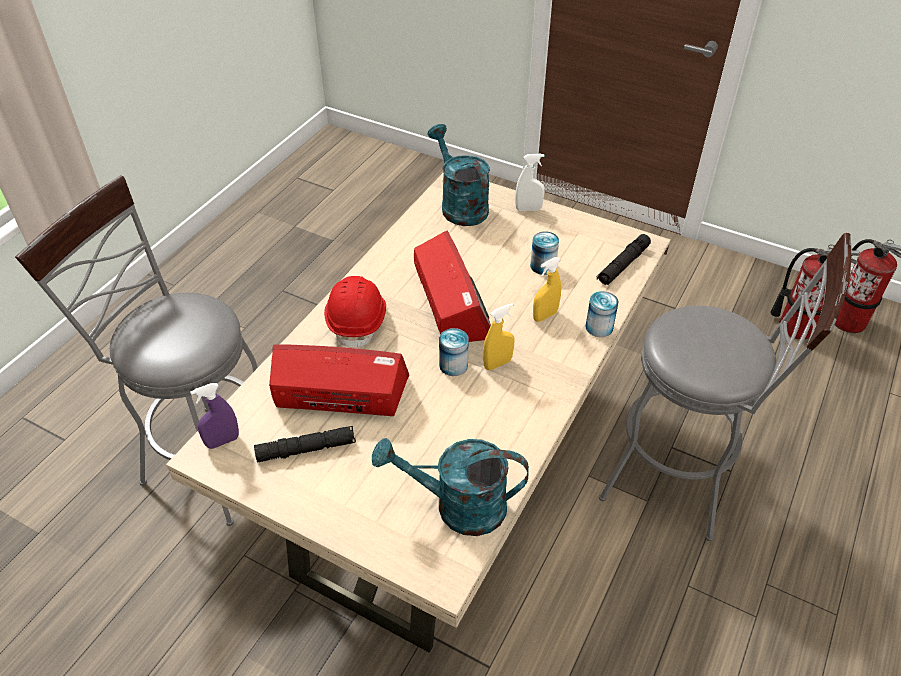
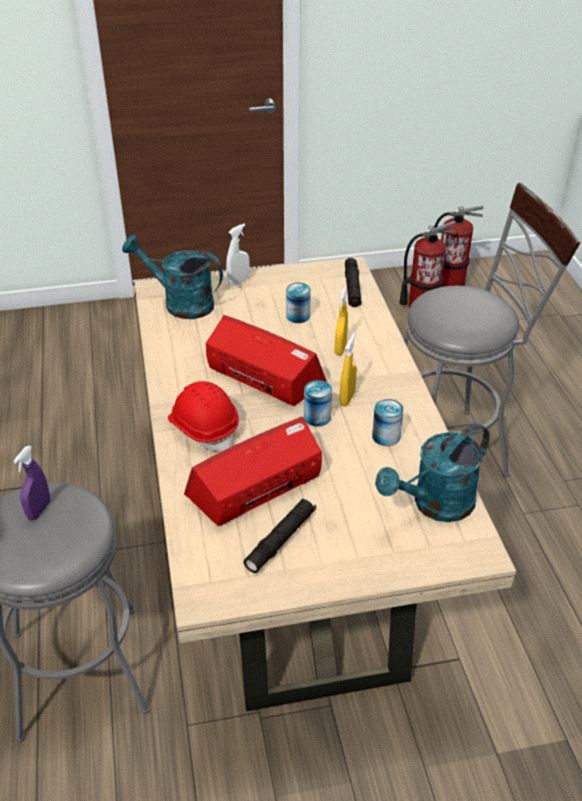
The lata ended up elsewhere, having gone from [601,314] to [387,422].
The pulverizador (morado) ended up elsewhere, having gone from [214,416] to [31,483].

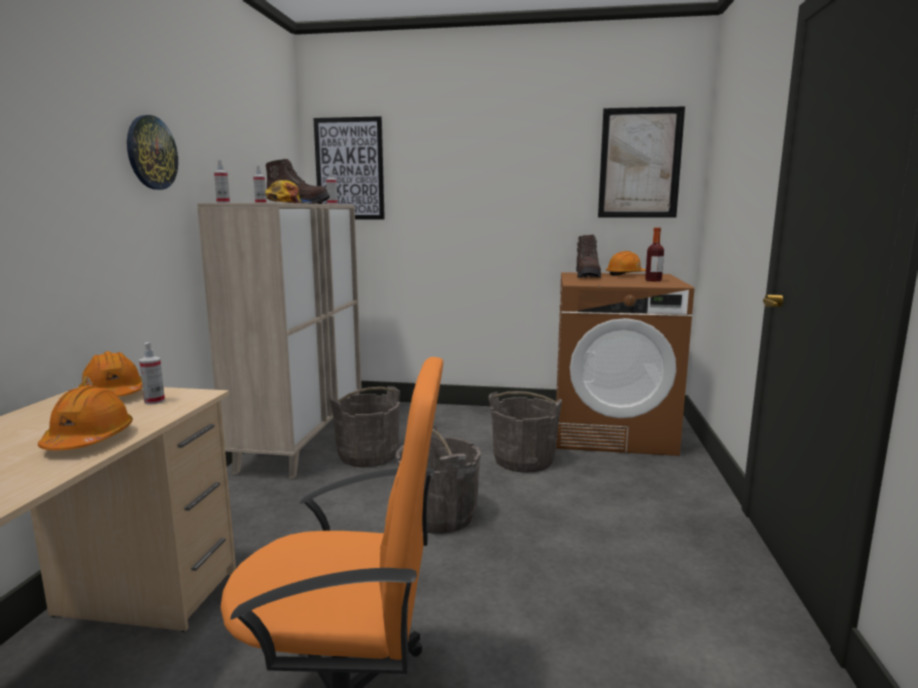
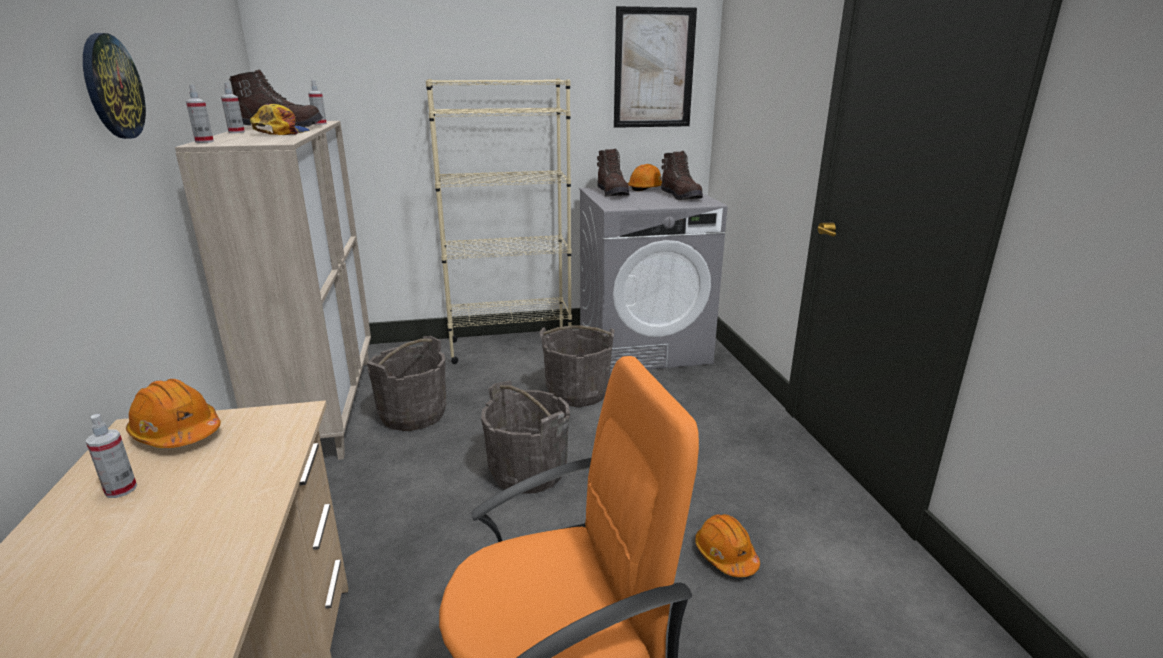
The second view lost the cuadro at [349,167].
Where the botella stood at [654,255], the bota (marrón) came to stand at [682,175].
What was the lavadora (marrón) at [625,364] turned into the lavadora (gris) at [653,279].
The pulverizador ended up elsewhere, having gone from [152,373] to [111,456].
The casco (naranja) ended up elsewhere, having gone from [85,418] to [727,545].
The second view gained the estantería (beis) at [499,221].

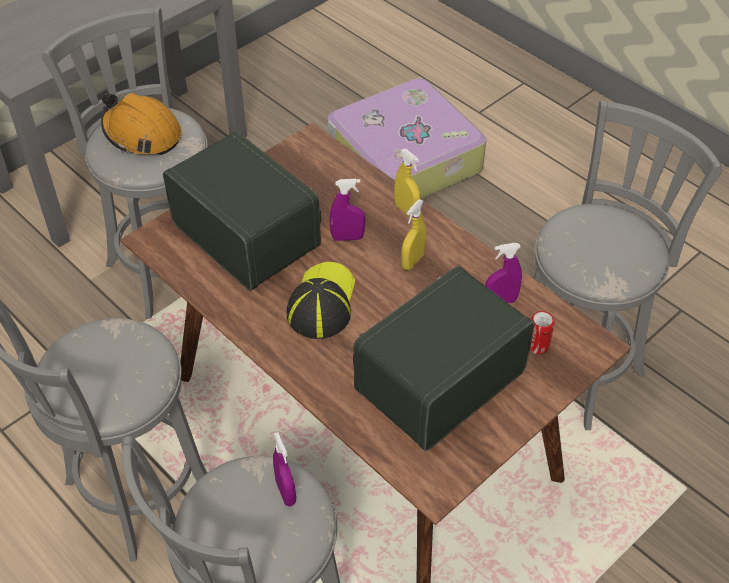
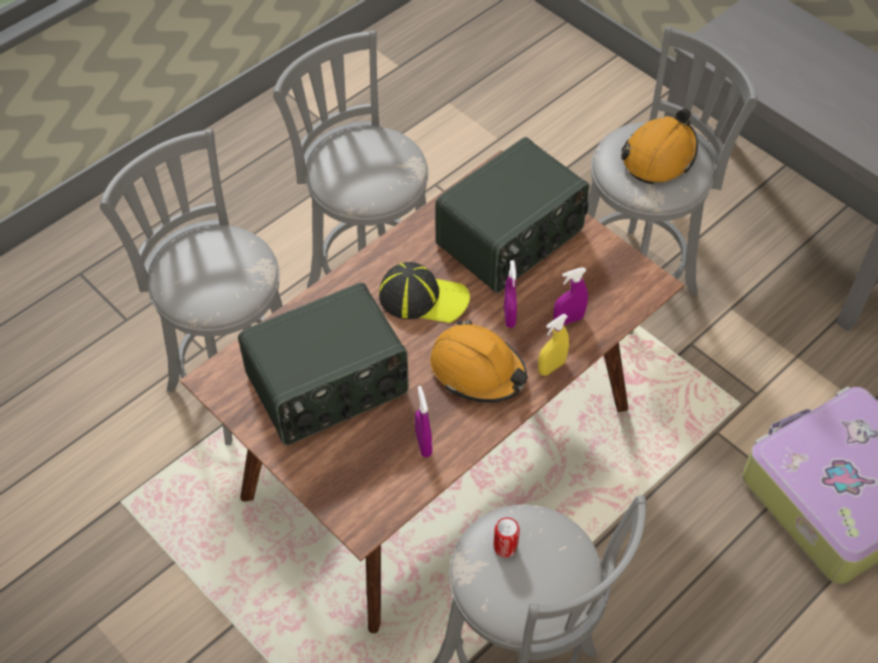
Where the pulverizador (amarillo) stood at [413,234], the casco (naranja) came to stand at [479,361].
The radio at [443,358] ended up facing another way, 105 degrees clockwise from before.
The lata ended up elsewhere, having gone from [542,332] to [506,537].
The pulverizador (morado) ended up elsewhere, having gone from [284,469] to [570,296].

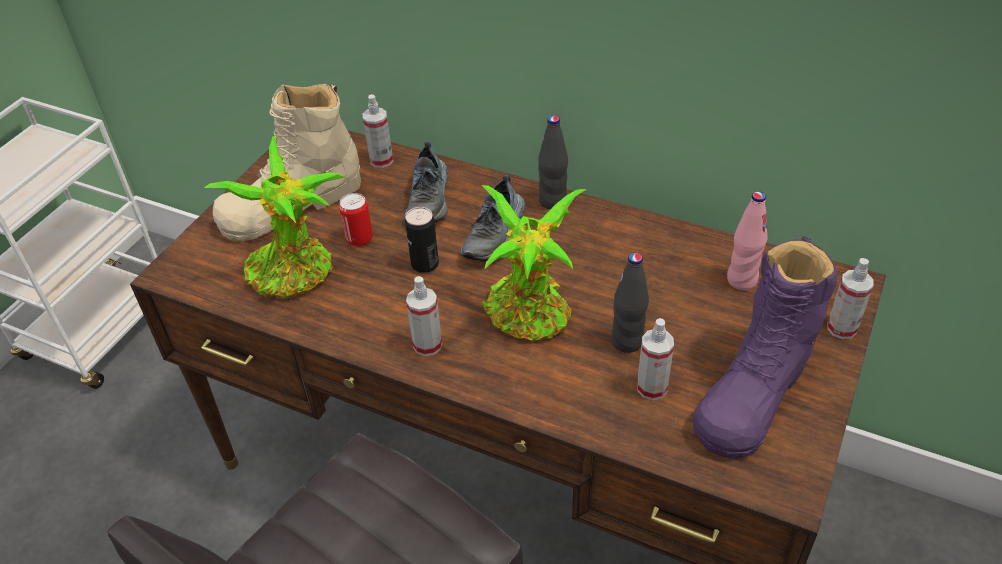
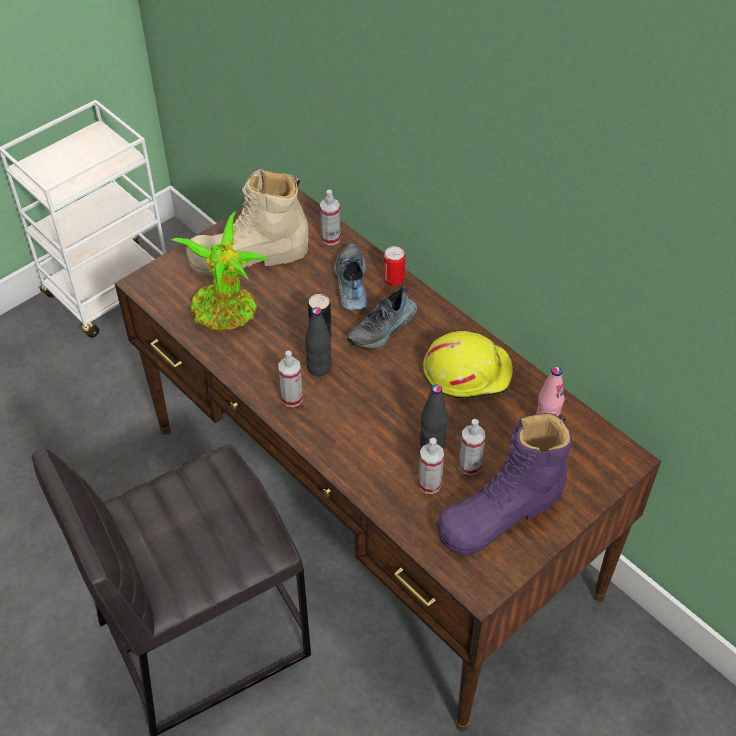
The botella (negro) ended up elsewhere, having gone from [553,162] to [318,341].
The zapato at [426,182] ended up facing another way, 150 degrees clockwise from before.
The second view lost the planta en maceta at [534,263].
The lata ended up elsewhere, having gone from [356,220] to [394,266].
The pulverizador ended up elsewhere, having gone from [850,298] to [472,447].
The second view gained the casco (amarillo) at [468,365].

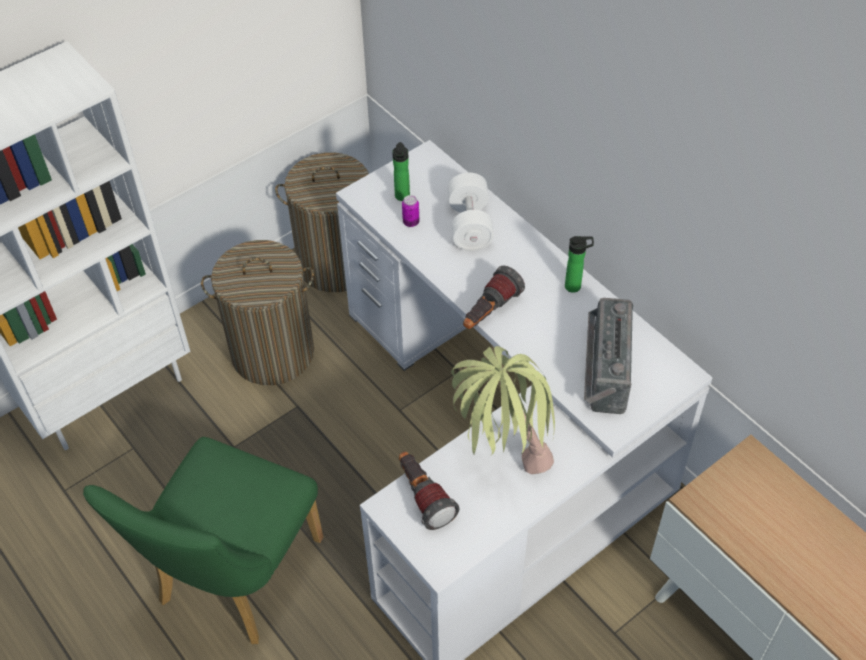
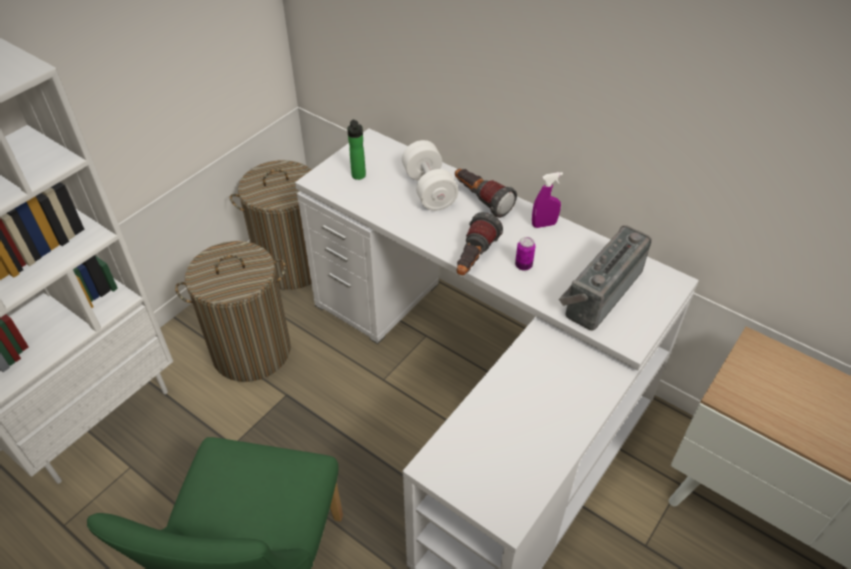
The lata ended up elsewhere, having gone from [410,211] to [525,254].
Where the botella stood at [579,264], the pulverizador (morado) came to stand at [547,200].
The radio at [608,356] ended up facing another way, 45 degrees clockwise from before.
The second view lost the planta en maceta at [503,410].
The linterna ended up elsewhere, having gone from [429,490] to [486,193].

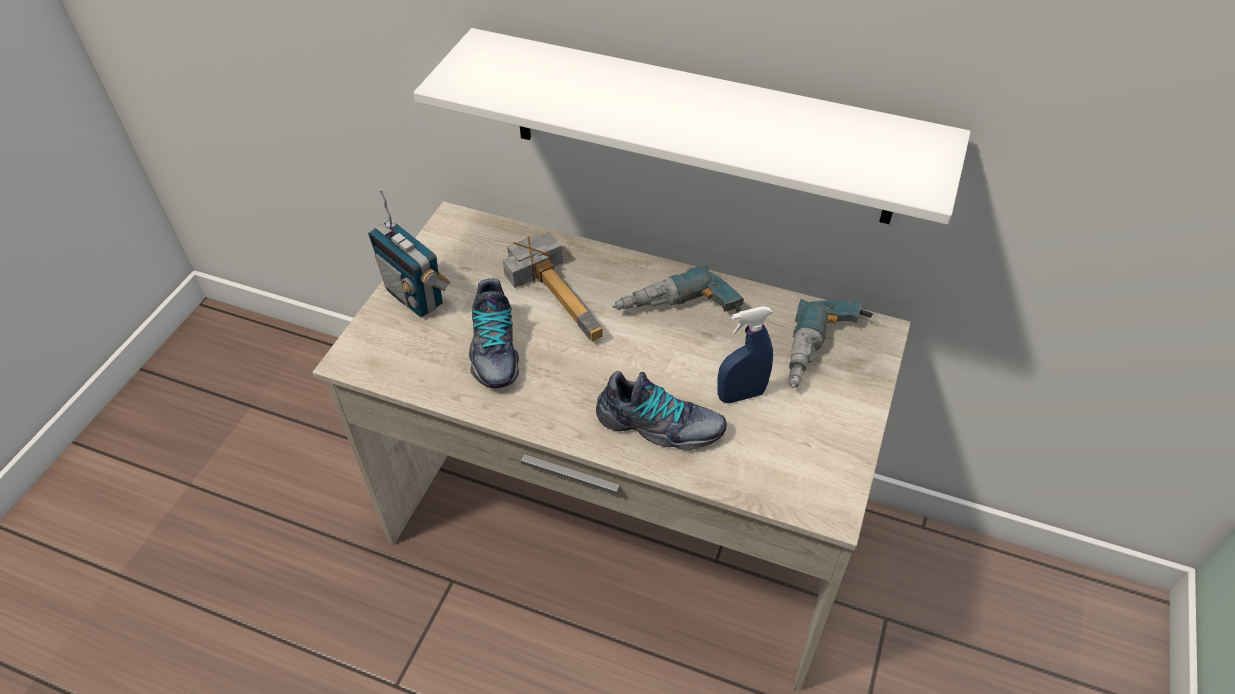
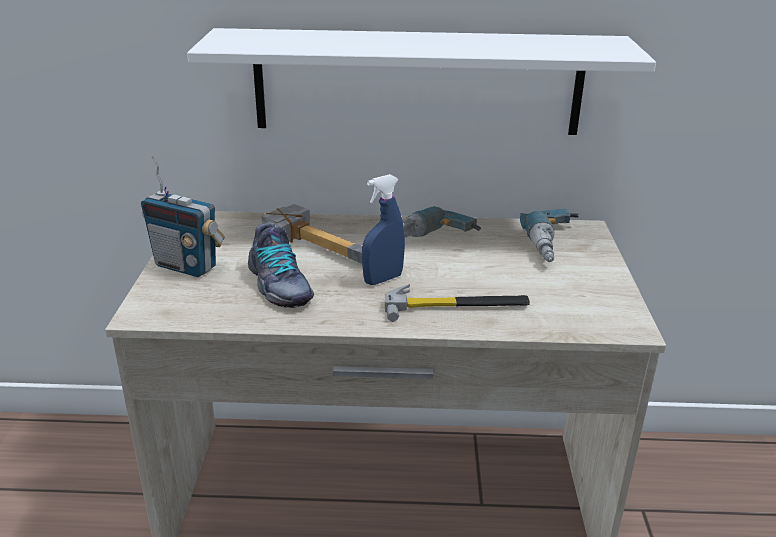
The pulverizador (azul) ended up elsewhere, having gone from [745,354] to [383,229].
Where the zapato stood at [661,410], the martillo came to stand at [457,303].

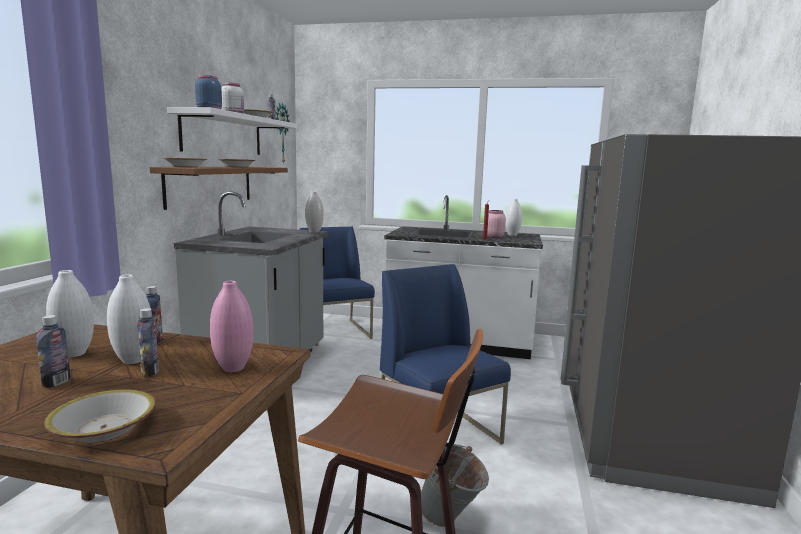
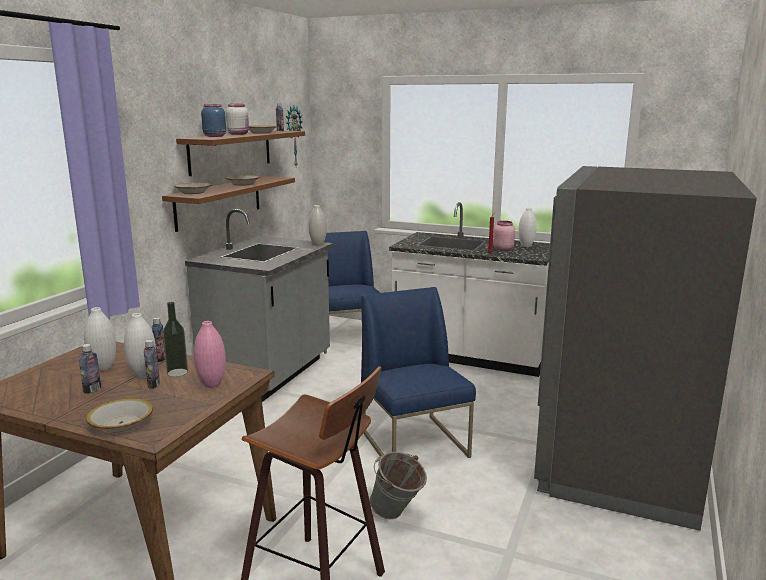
What was the estante (blanco) at [232,131] turned into the estante (marrón) at [240,153].
The second view gained the botella at [175,339].

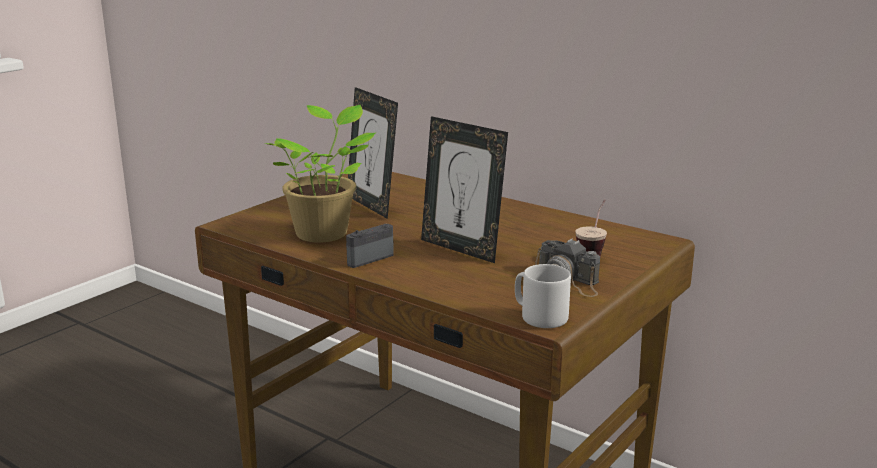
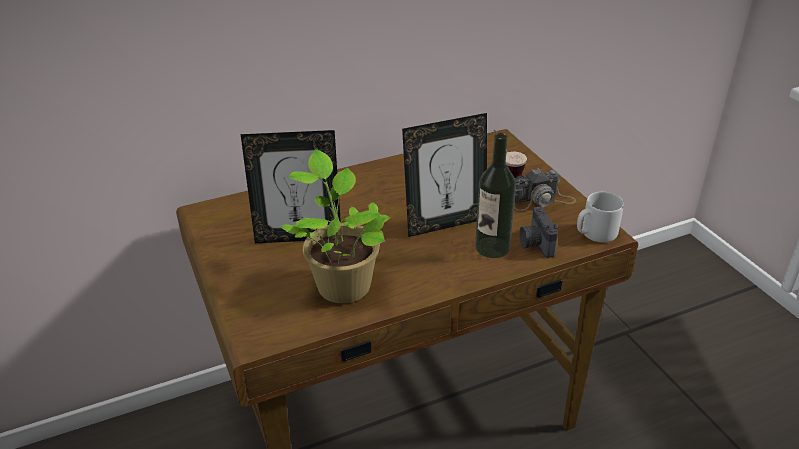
The cámara ended up elsewhere, having gone from [370,246] to [538,232].
The second view gained the botella at [495,195].

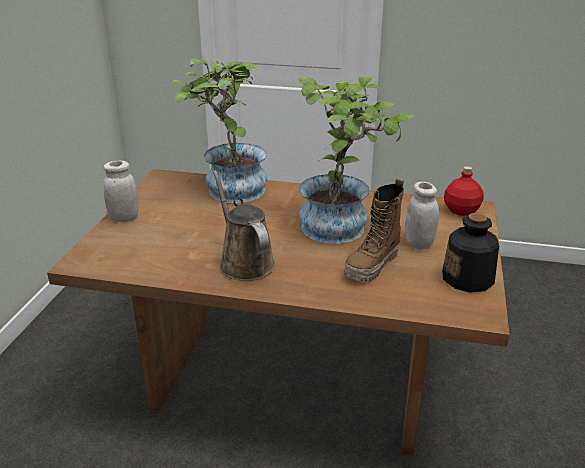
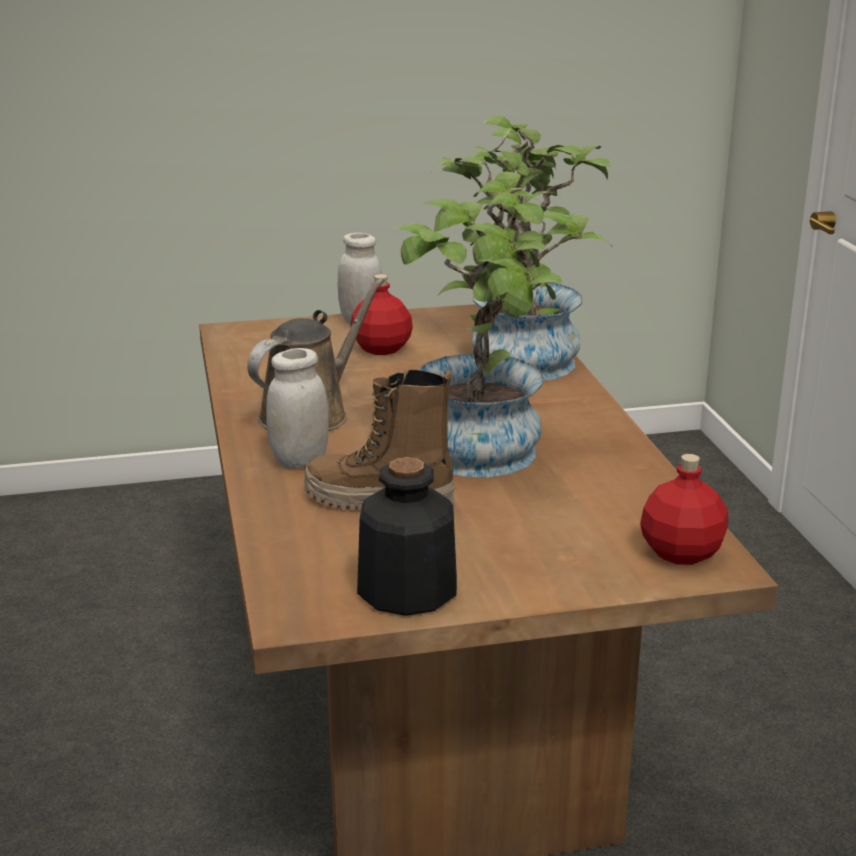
The tarro (blanco) ended up elsewhere, having gone from [422,215] to [297,408].
The second view gained the botella (rojo) at [381,314].

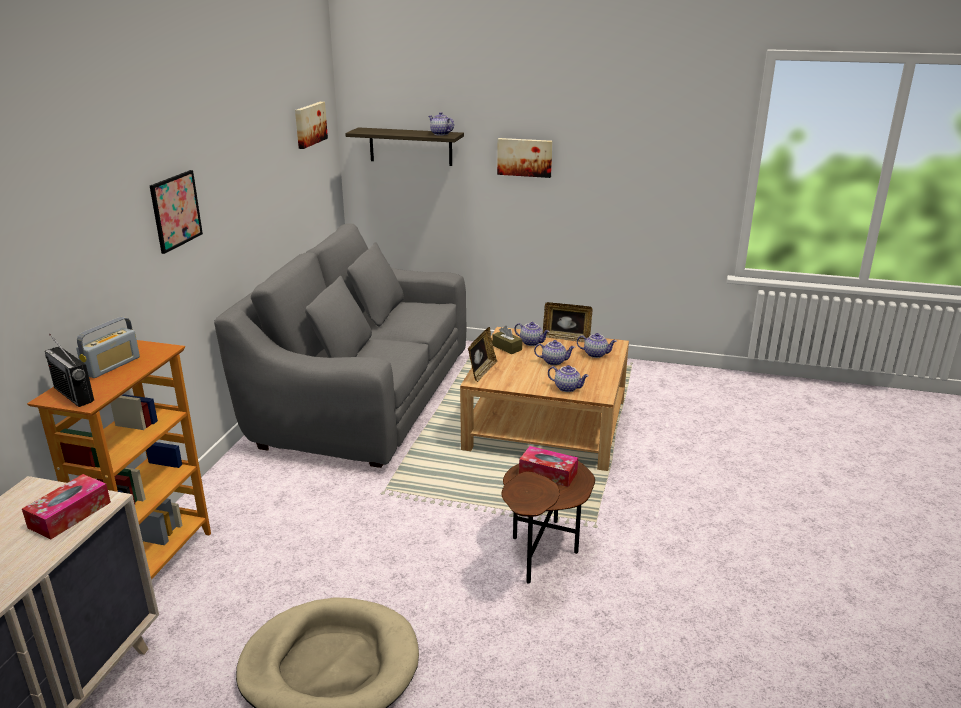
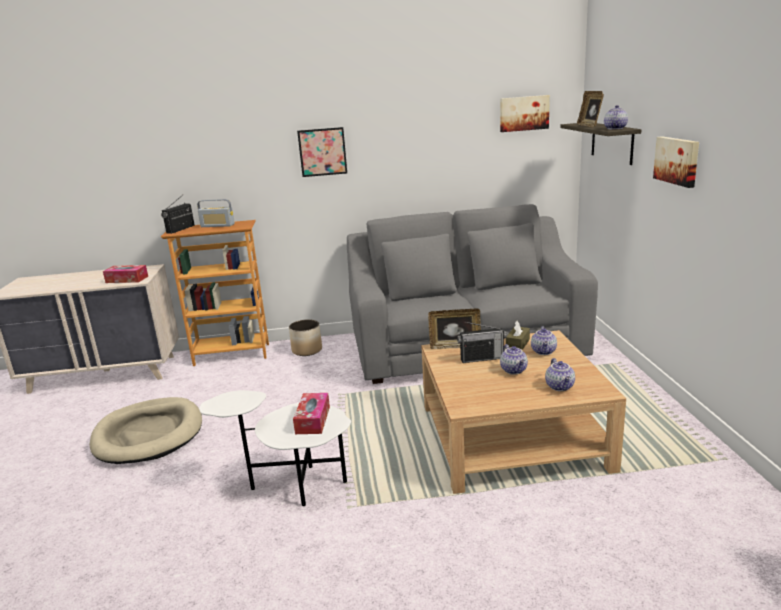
The portarretratos ended up elsewhere, having gone from [567,322] to [590,109].
The second view lost the tetera at [568,378].
What was the mesa auxiliar (marrón) at [548,522] turned into the mesa auxiliar (blanco) at [275,448].
The second view gained the maceta at [305,337].
The second view gained the radio at [482,342].

